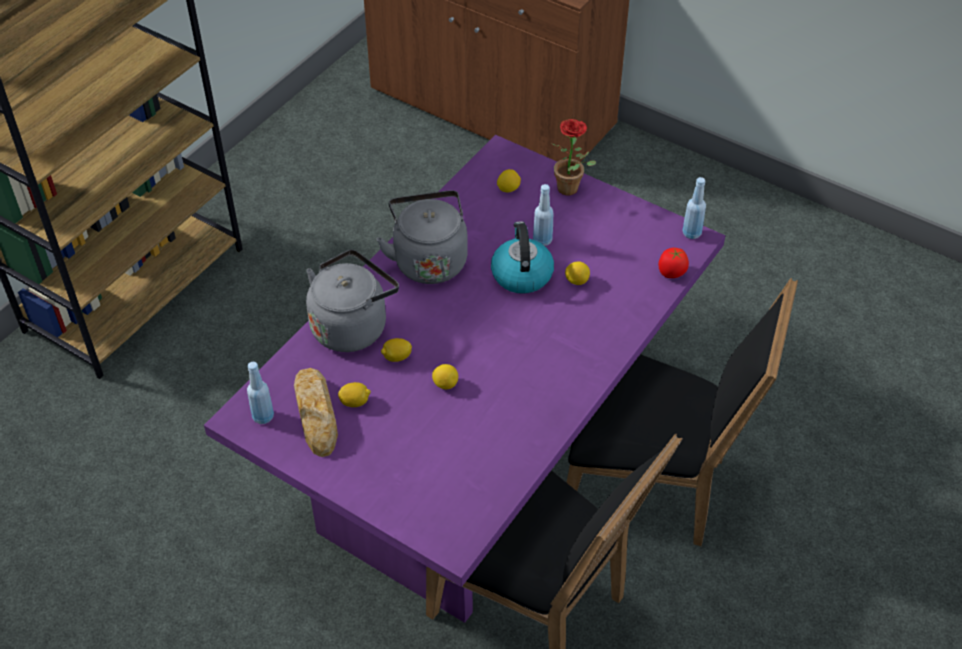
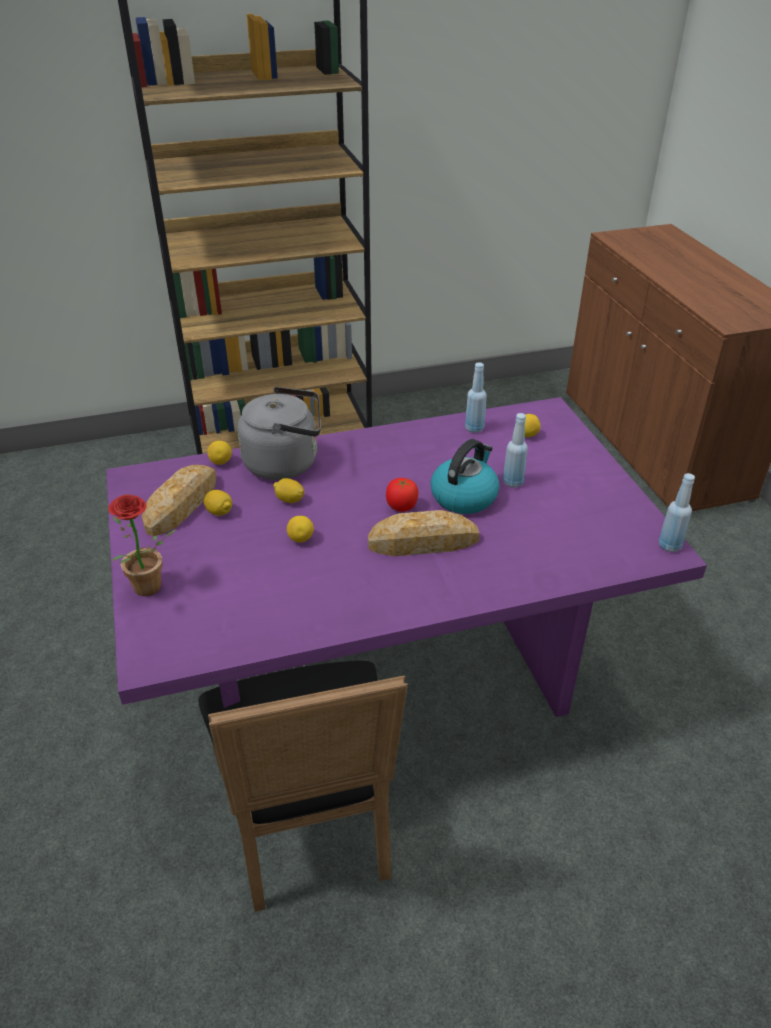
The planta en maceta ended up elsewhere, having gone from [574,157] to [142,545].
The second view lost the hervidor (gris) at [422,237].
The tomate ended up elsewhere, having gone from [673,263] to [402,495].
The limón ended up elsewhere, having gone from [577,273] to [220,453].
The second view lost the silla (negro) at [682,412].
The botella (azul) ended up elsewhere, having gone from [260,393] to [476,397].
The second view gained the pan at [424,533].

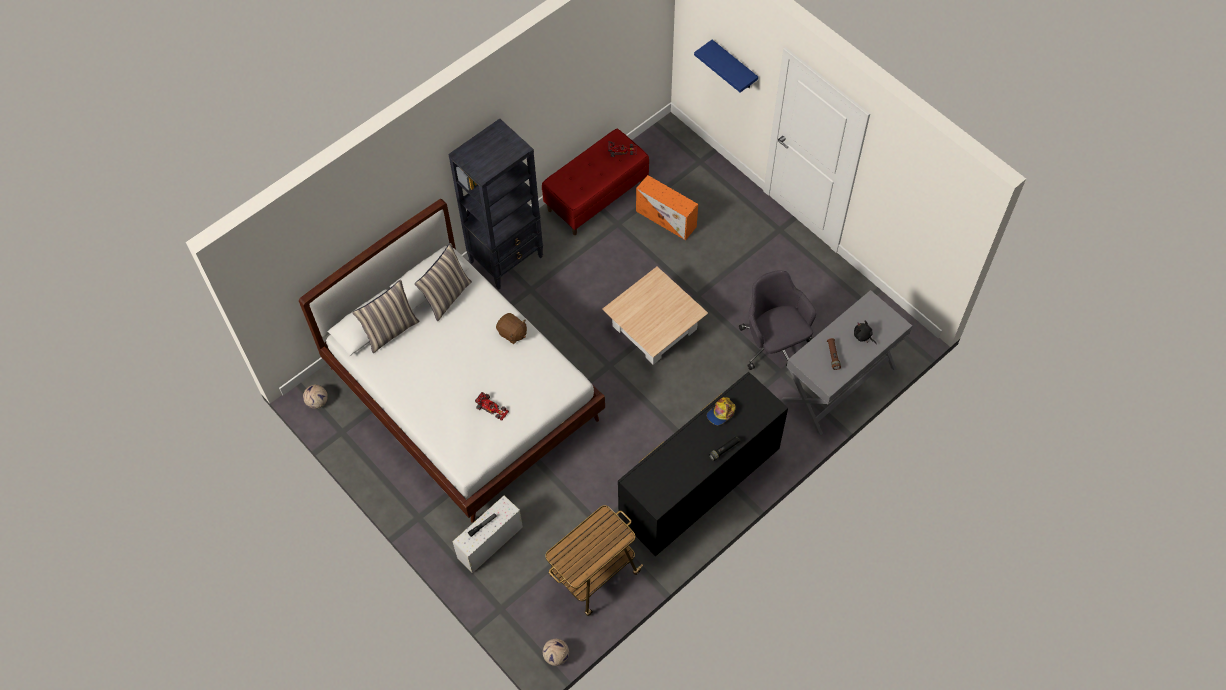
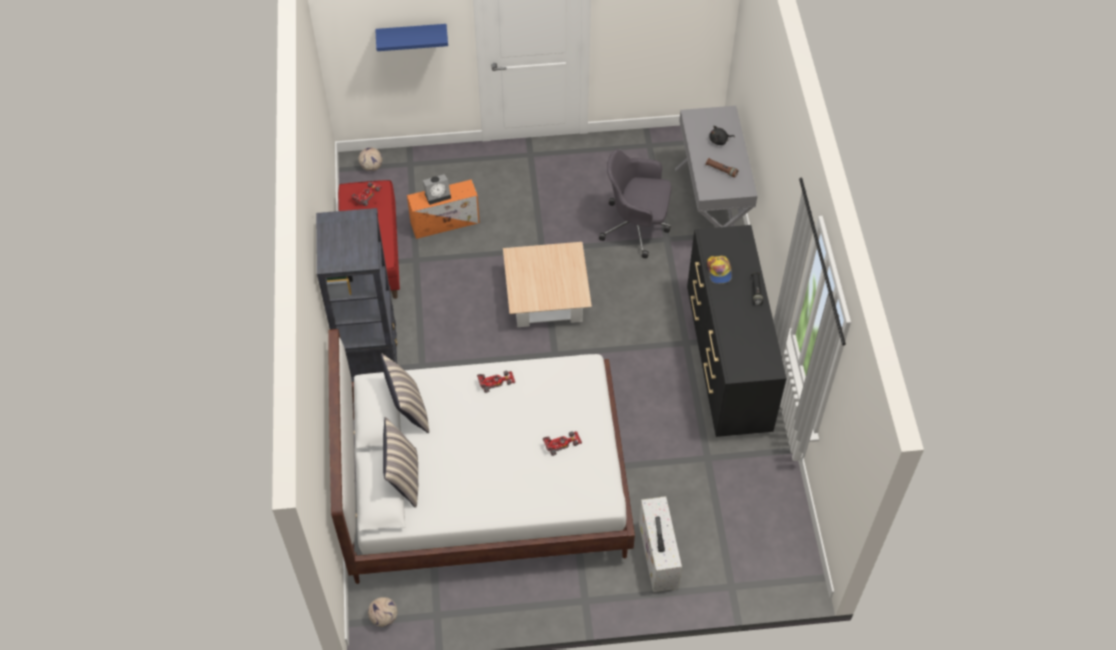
Where the peluche (marrón) stood at [511,328], the coche de juguete came to stand at [496,382].
The second view lost the carrito at [594,560].
The balón de fútbol ended up elsewhere, having gone from [556,652] to [370,159].
The second view gained the despertador at [436,189].

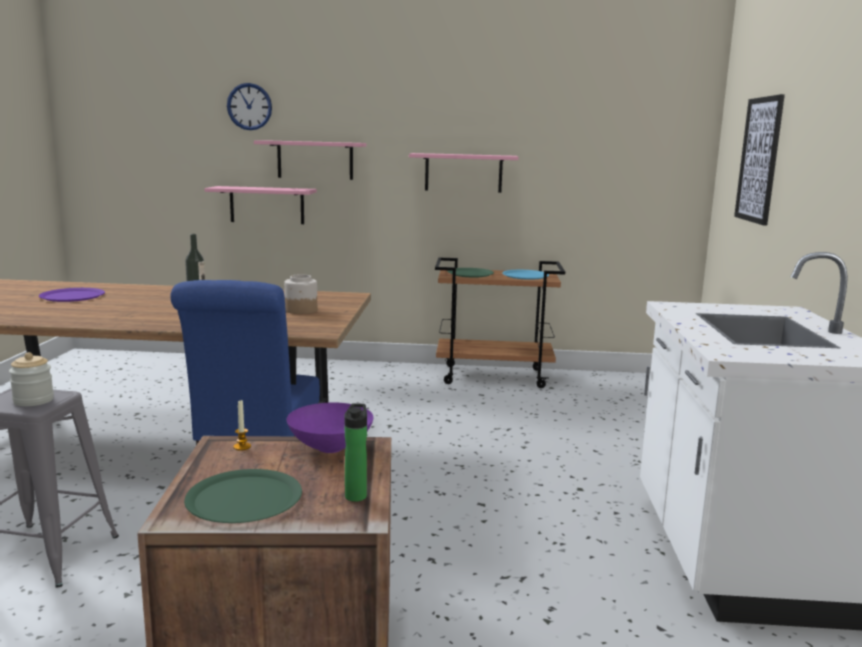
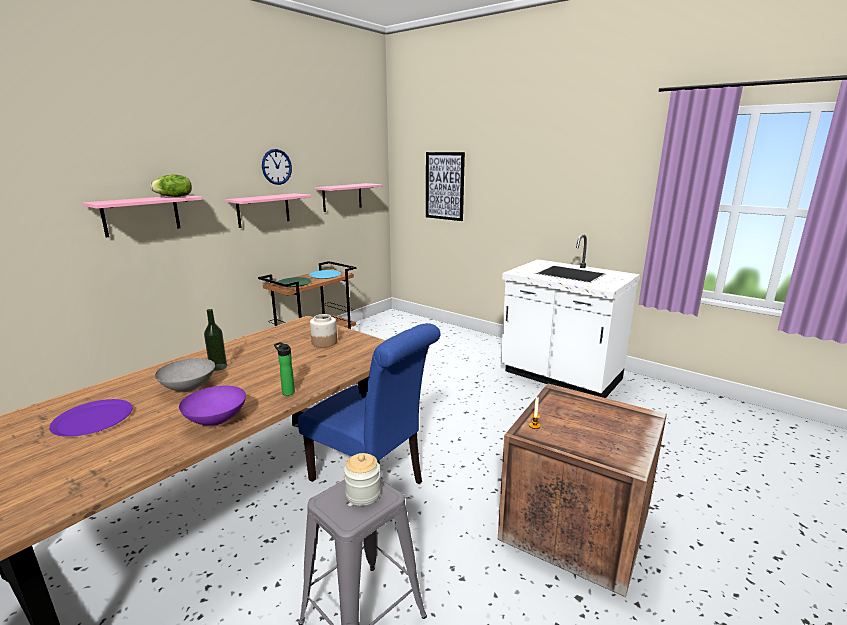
The reloj de pared ended up elsewhere, having gone from [249,106] to [277,167].
The estante (rosa) ended up elsewhere, having gone from [260,205] to [348,197].
The cuenco (morado) ended up elsewhere, having gone from [330,428] to [212,406].
The botella ended up elsewhere, having gone from [356,452] to [284,369].
The second view lost the plato (verde) at [243,496].
The second view gained the lechuga at [171,186].
The second view gained the cuenco (gris) at [185,375].

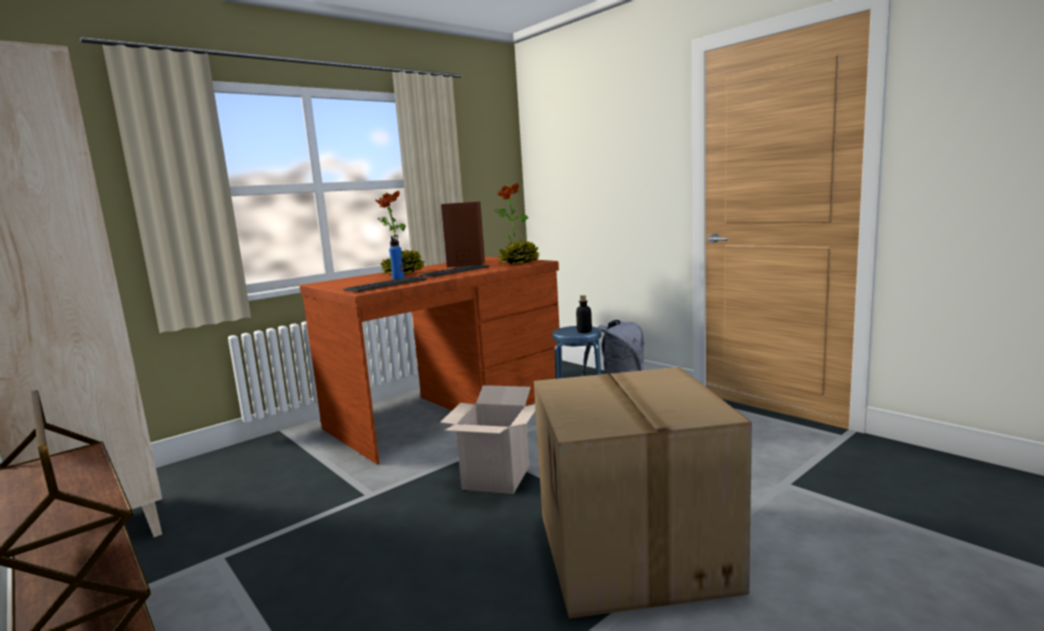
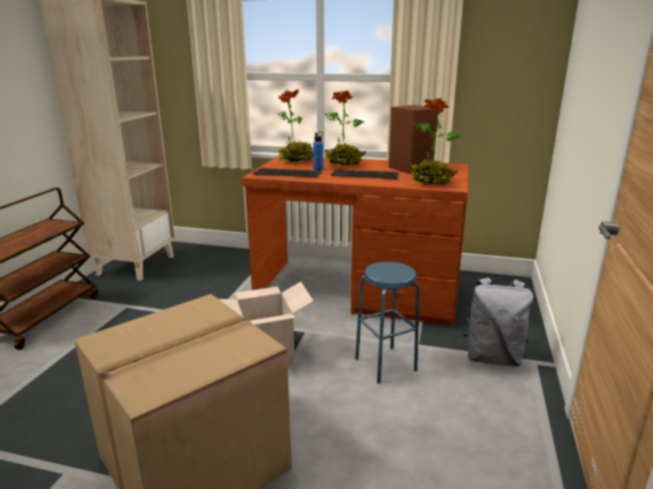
The second view lost the botella at [584,314].
The second view gained the planta en maceta at [295,126].

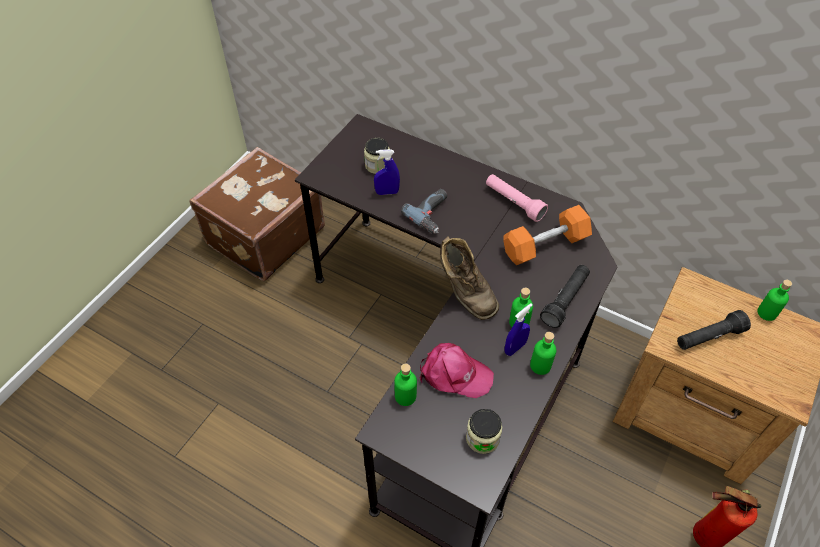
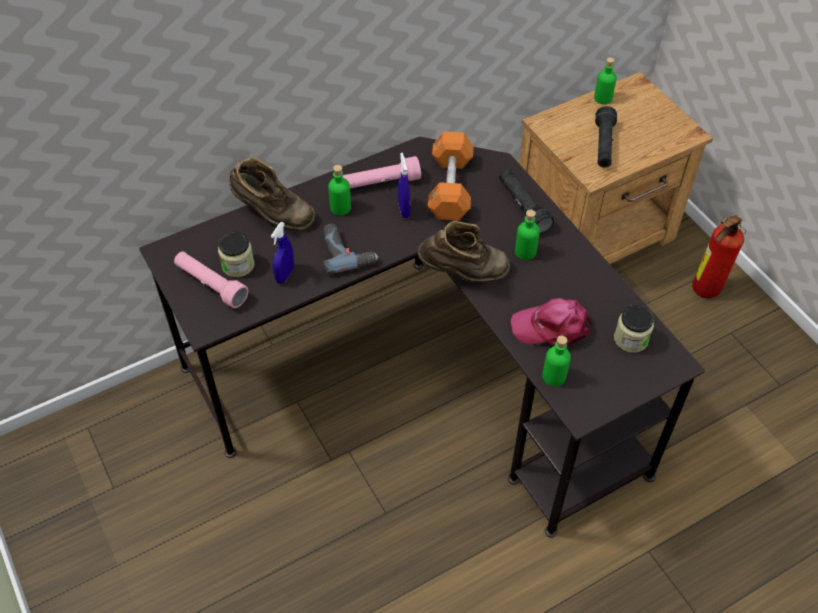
The second view lost the maleta (marrón) at [257,214].
The pulverizador (azul) ended up elsewhere, having gone from [519,329] to [404,185].
The botella (verde) ended up elsewhere, having gone from [543,353] to [339,190].
The gorra (rosa) at [457,370] ended up facing another way, 135 degrees counterclockwise from before.
The second view gained the bota (marrón) at [273,194].
The second view gained the linterna (rosa) at [211,280].

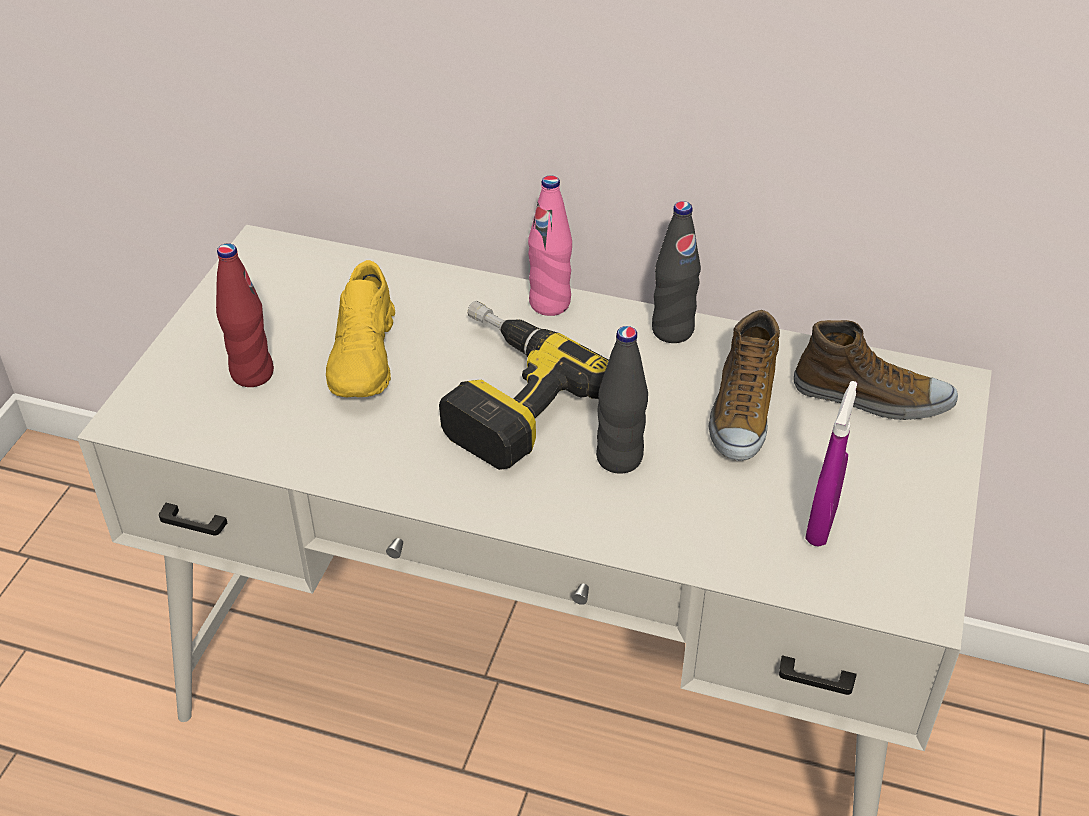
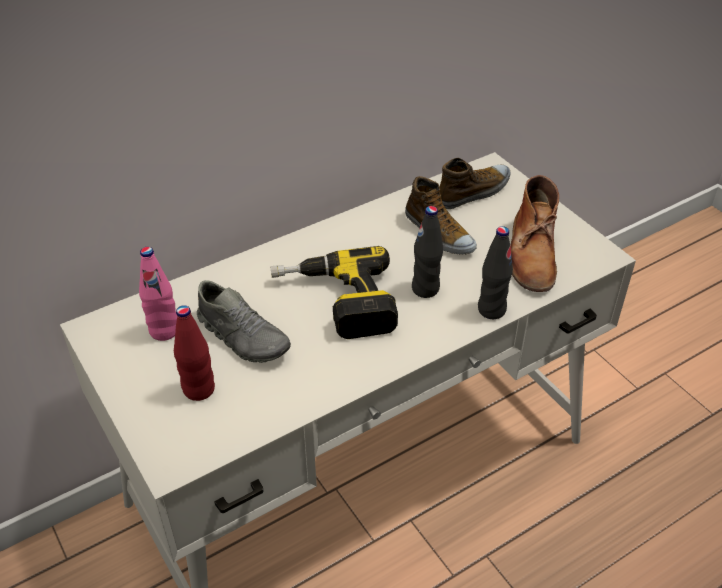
The botella (rosa) ended up elsewhere, having gone from [550,245] to [158,294].
The botella (negro) ended up elsewhere, having gone from [676,272] to [495,272].
What was the zapato (amarillo) at [360,328] turned into the zapato (gris) at [244,321].
Where the pulverizador (morado) stood at [831,464], the bota (marrón) came to stand at [534,233].

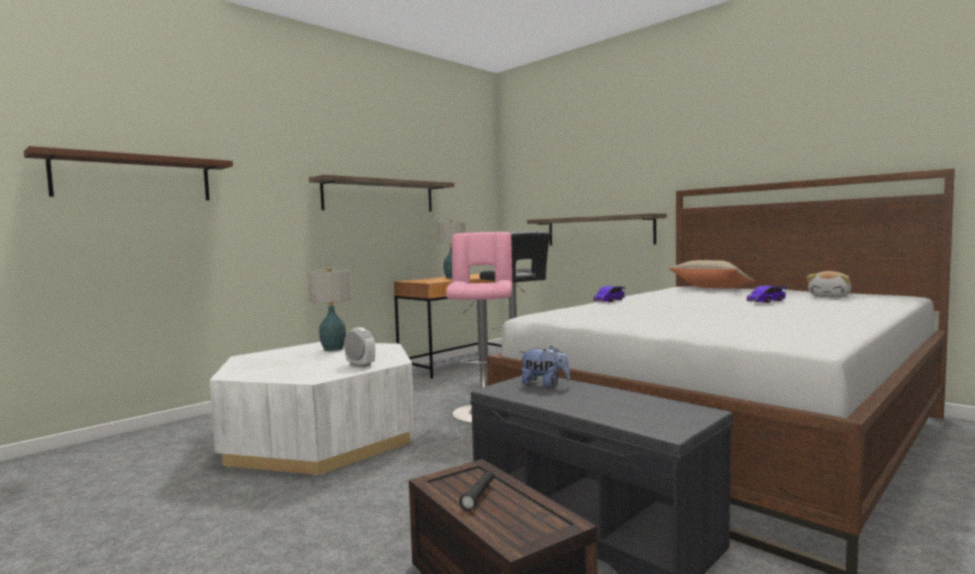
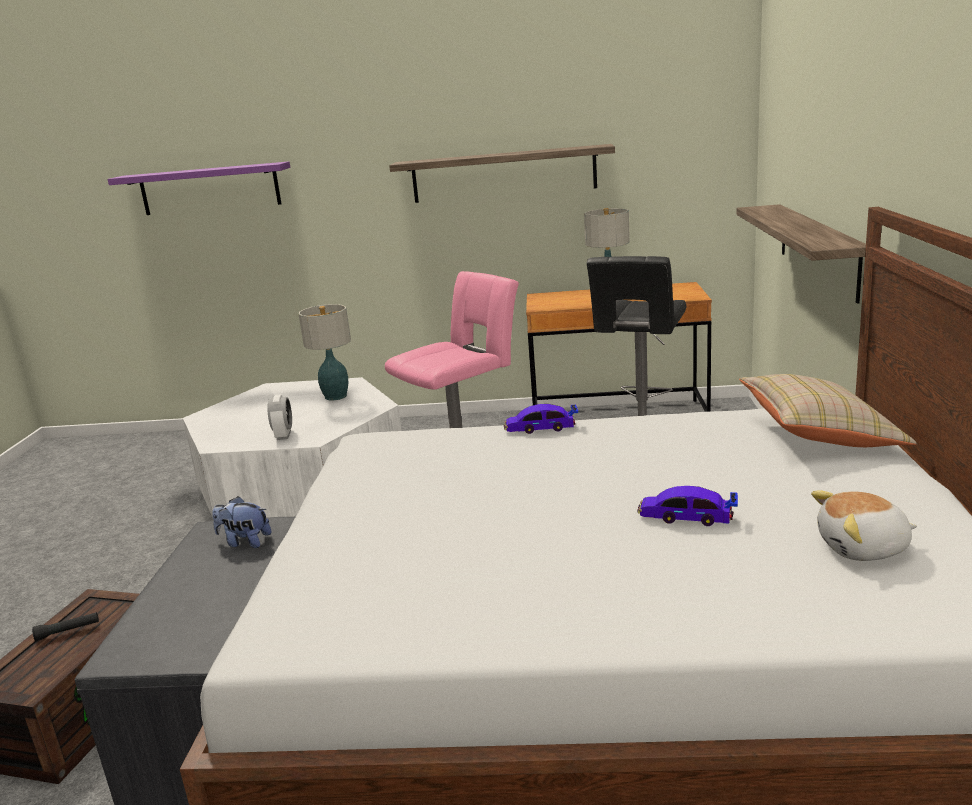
What was the estante (marrón) at [128,173] turned into the estante (morado) at [199,188].
The peluche at [545,367] ended up facing another way, 120 degrees clockwise from before.

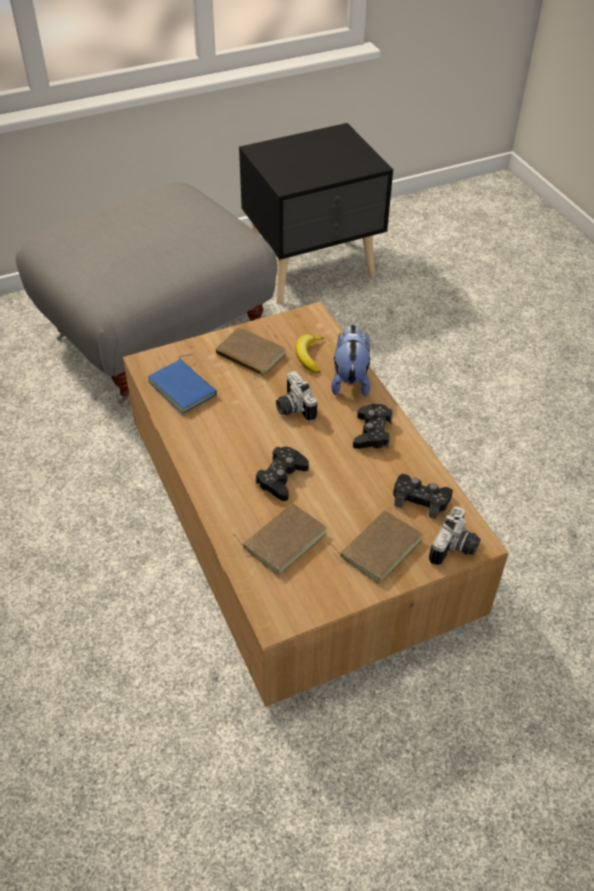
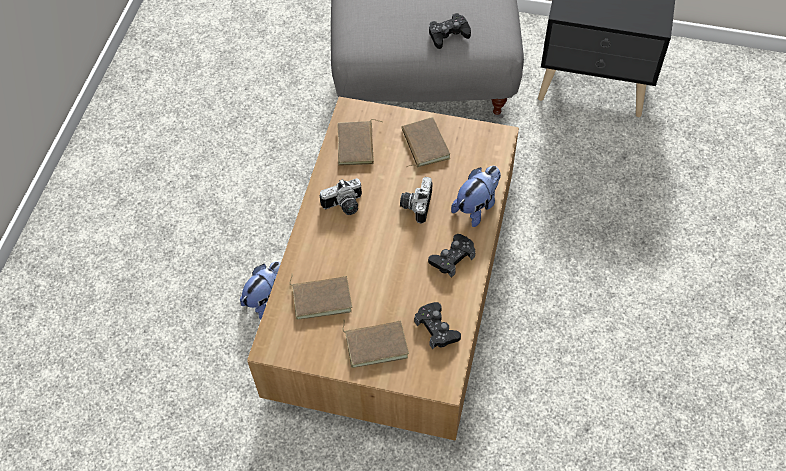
The second view lost the plátano at [309,354].
What was the libro (azul) at [182,384] turned into the libro (marrón) at [360,142].
The mando de consola (negro) ended up elsewhere, having gone from [282,474] to [450,31].
The cámara ended up elsewhere, having gone from [455,536] to [341,196].
The second view gained the peluche at [260,290].

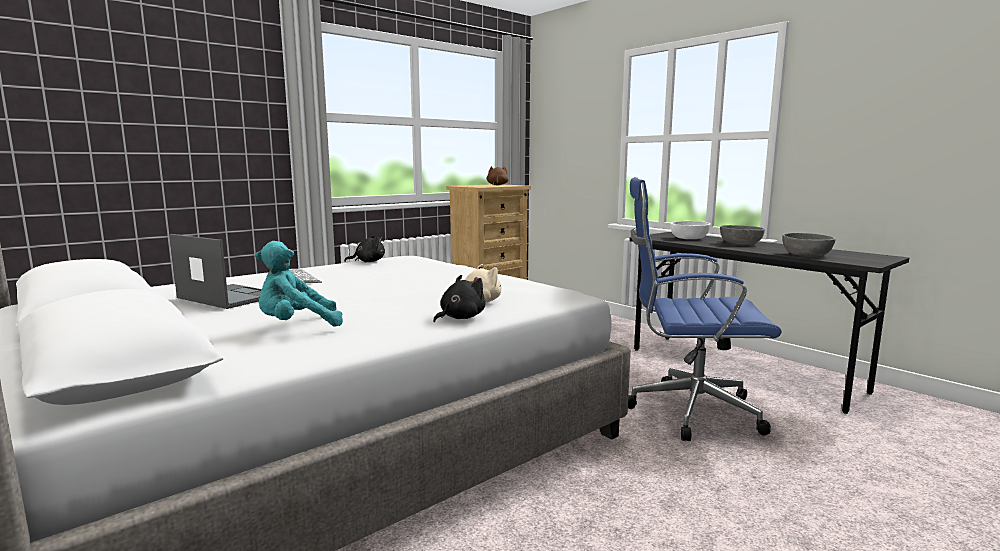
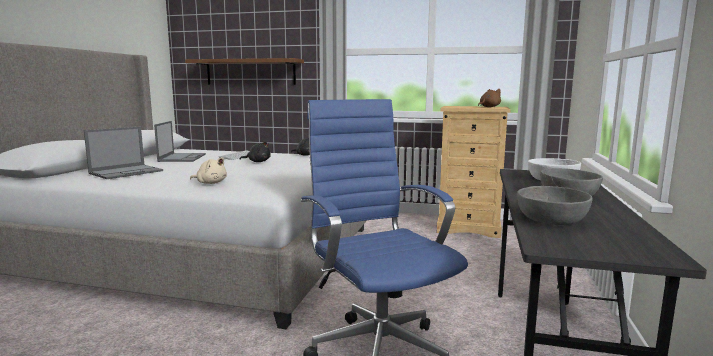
Where the peluche (turquesa) stood at [299,284], the portátil came to stand at [123,153].
The peluche (negro) ended up elsewhere, having gone from [459,298] to [255,152].
The second view gained the estante (marrón) at [244,71].

